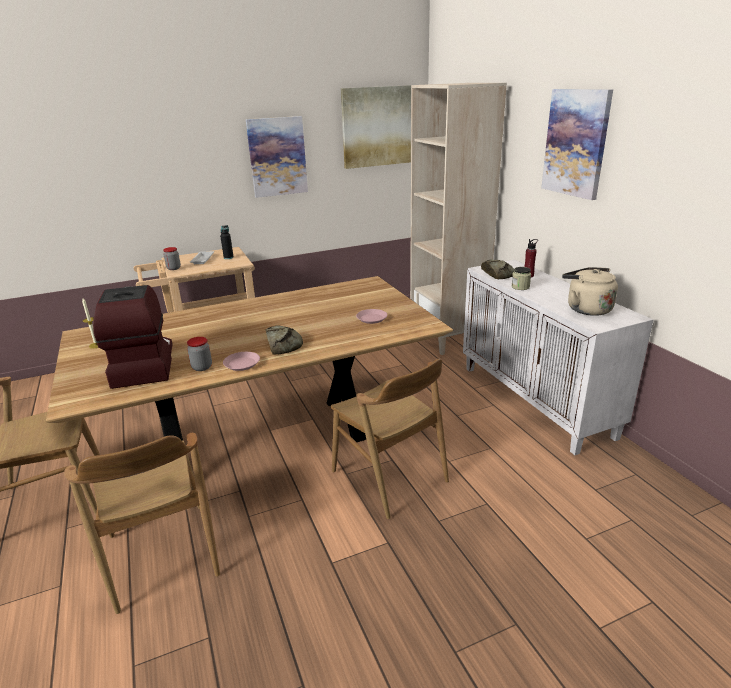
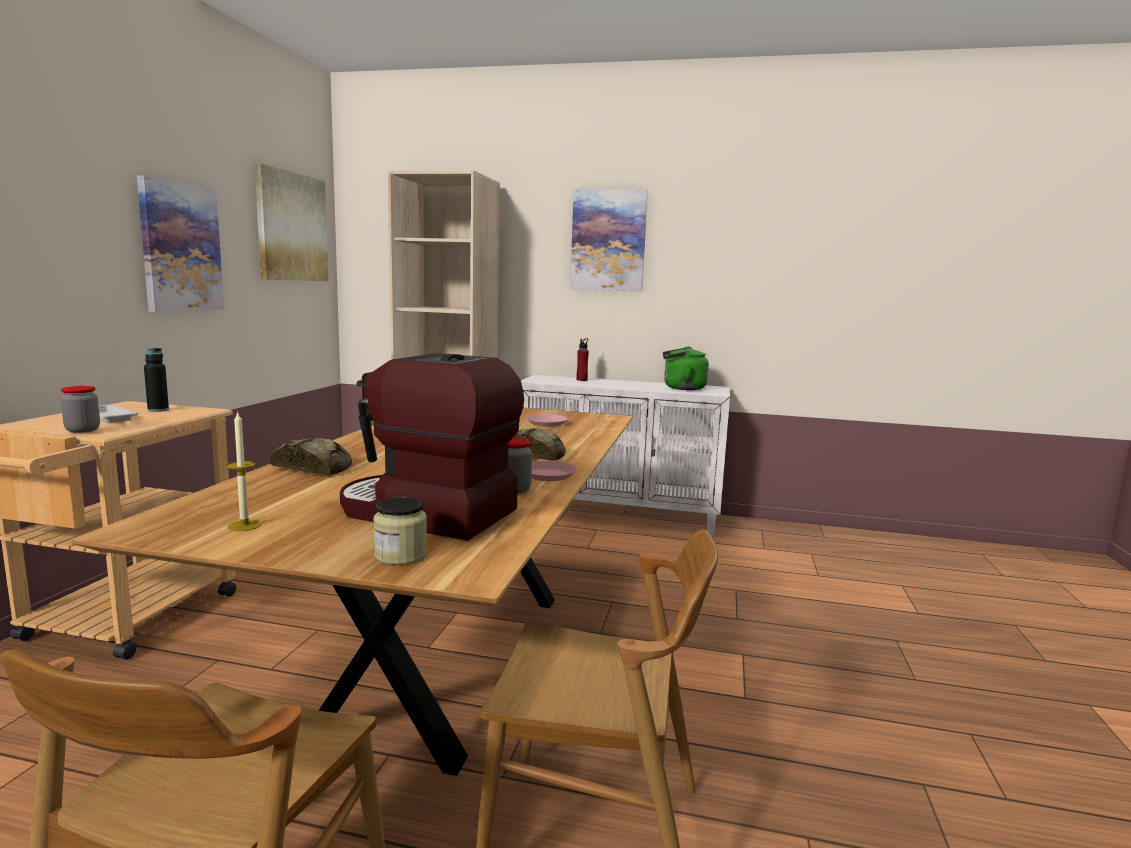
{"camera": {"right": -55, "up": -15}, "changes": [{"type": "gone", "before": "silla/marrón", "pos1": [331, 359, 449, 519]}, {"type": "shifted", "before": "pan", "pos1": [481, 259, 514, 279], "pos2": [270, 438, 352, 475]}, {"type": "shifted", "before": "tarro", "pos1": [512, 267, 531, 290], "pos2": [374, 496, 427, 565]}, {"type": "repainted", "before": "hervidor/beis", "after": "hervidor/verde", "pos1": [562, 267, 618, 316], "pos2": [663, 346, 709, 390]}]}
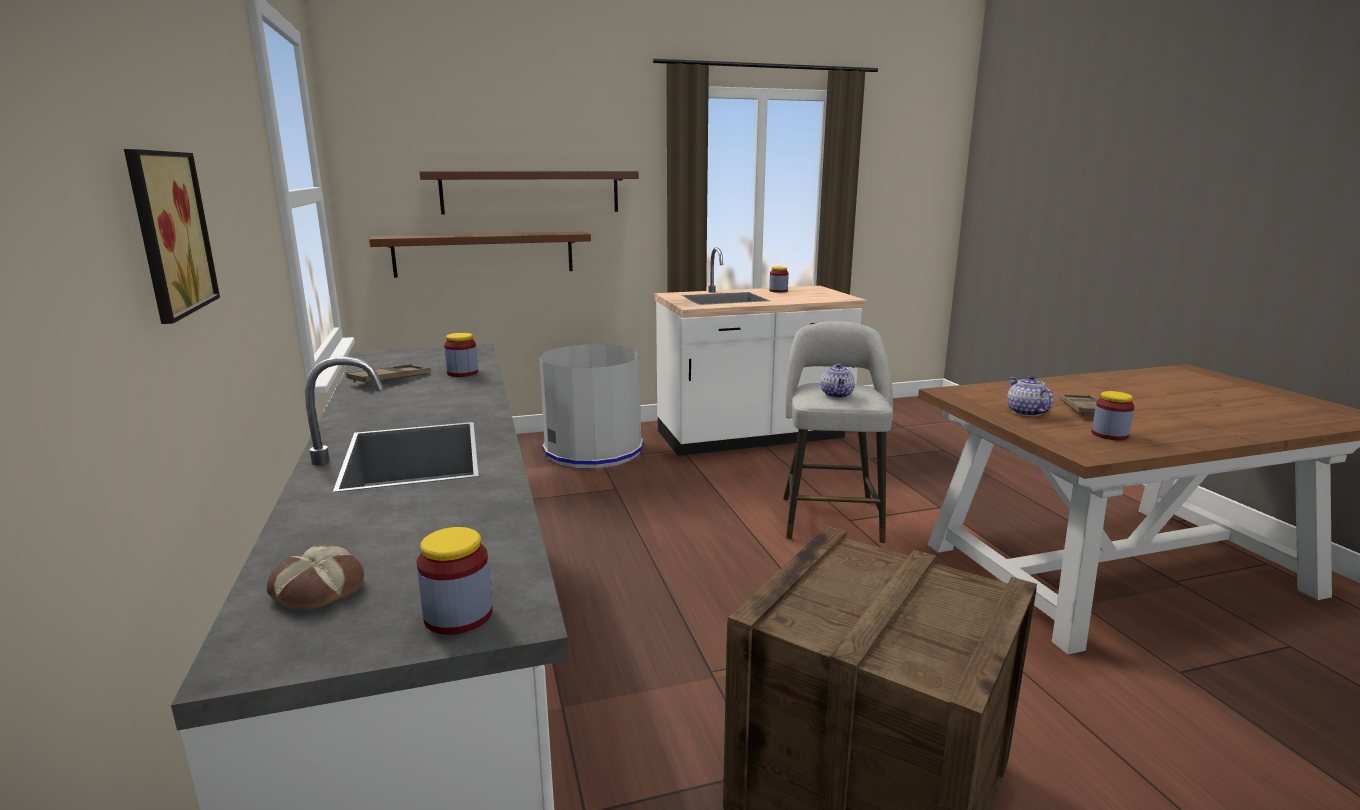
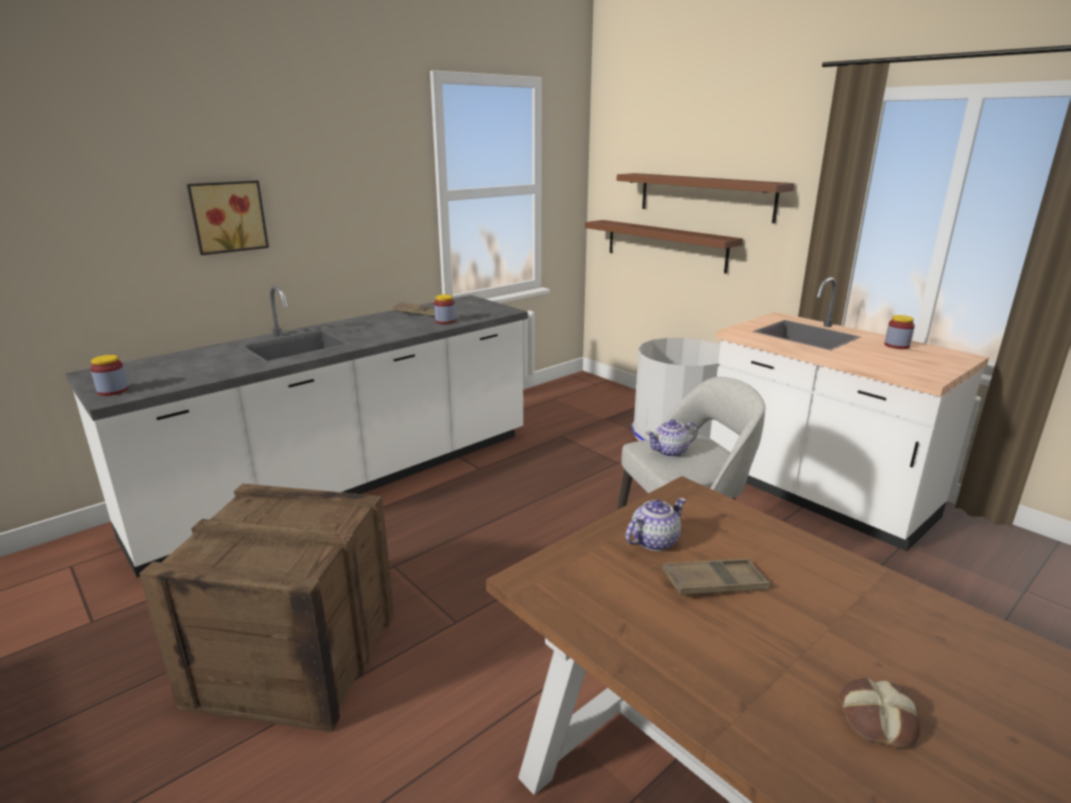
{"camera": {"right": 65, "up": 5}, "changes": [{"type": "shifted", "before": "pan", "pos1": [267, 545, 364, 610], "pos2": [839, 678, 920, 748]}, {"type": "gone", "before": "tarro", "pos1": [1091, 391, 1135, 440]}]}
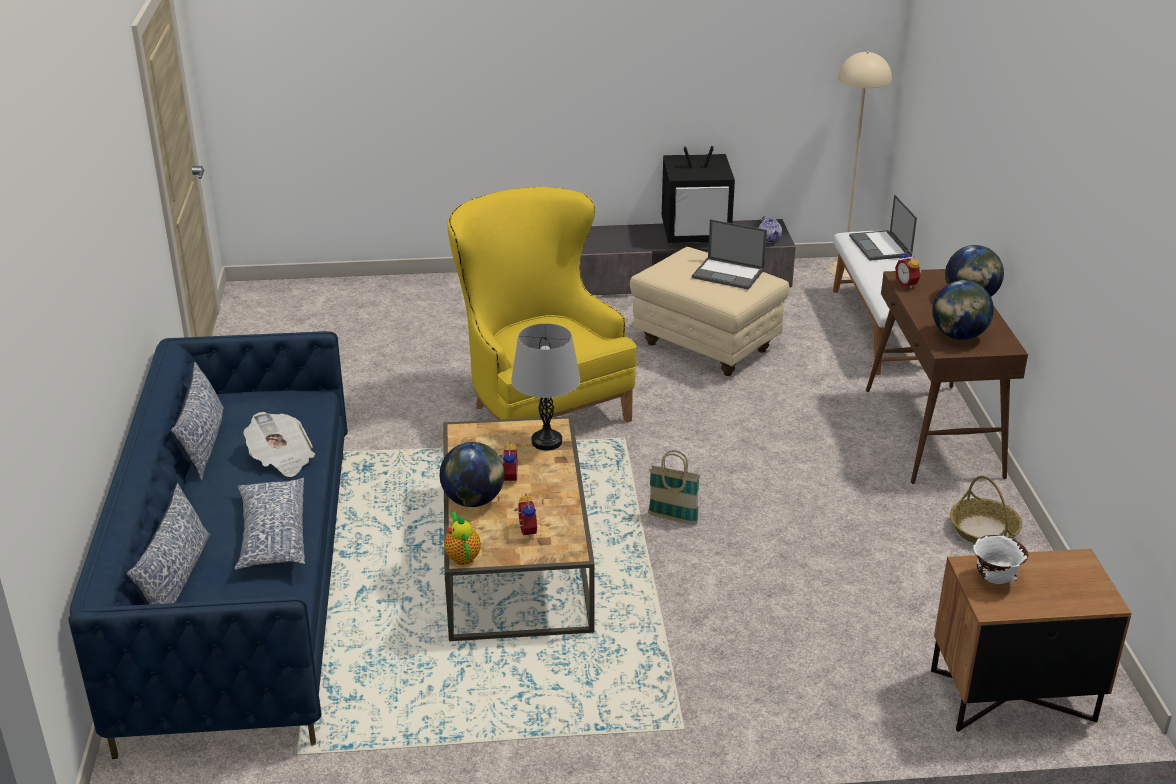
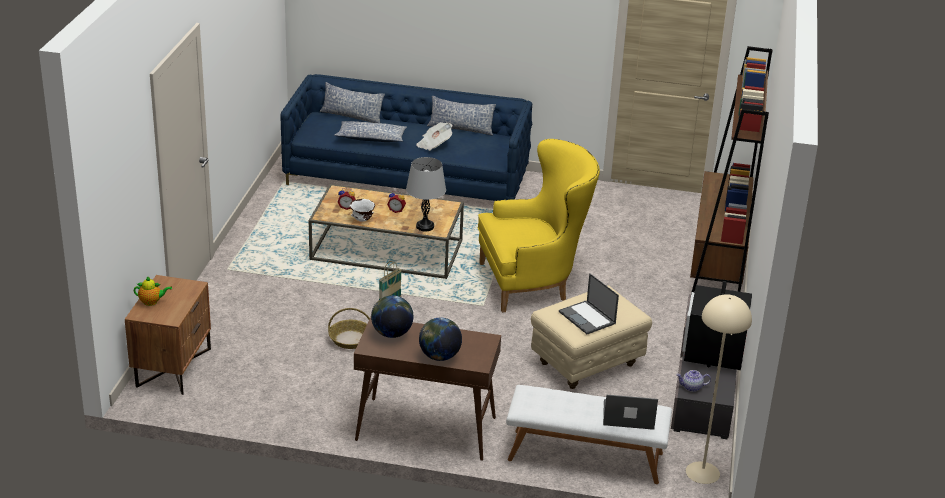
{"camera": {"right": 105, "up": 0}, "changes": [{"type": "gone", "before": "globo terráqueo", "pos1": [440, 442, 505, 507]}, {"type": "shifted", "before": "tetera", "pos1": [444, 512, 481, 565], "pos2": [134, 276, 172, 306]}, {"type": "rotated", "before": "portátil", "pos1": [692, 219, 767, 290], "pos2": [559, 273, 619, 334], "turn": -75}, {"type": "gone", "before": "despertador", "pos1": [895, 250, 921, 289]}, {"type": "shifted", "before": "cesta", "pos1": [950, 475, 1022, 543], "pos2": [328, 308, 370, 349]}, {"type": "shifted", "before": "cuenco/blanco", "pos1": [973, 535, 1028, 584], "pos2": [350, 199, 375, 222]}, {"type": "new", "after": "estantería/marrón", "pos2": [690, 46, 773, 294]}]}
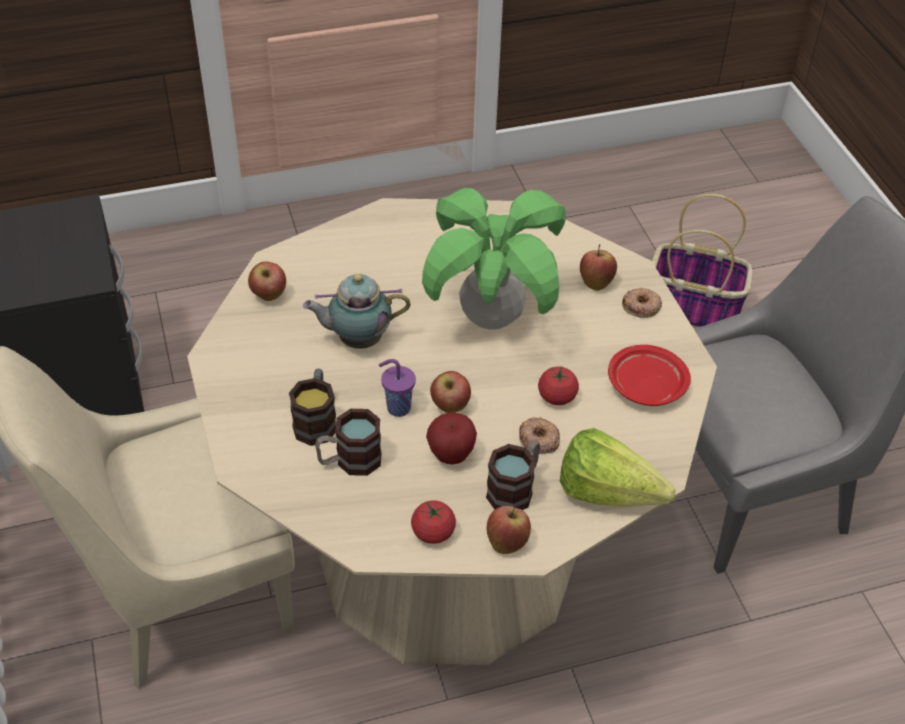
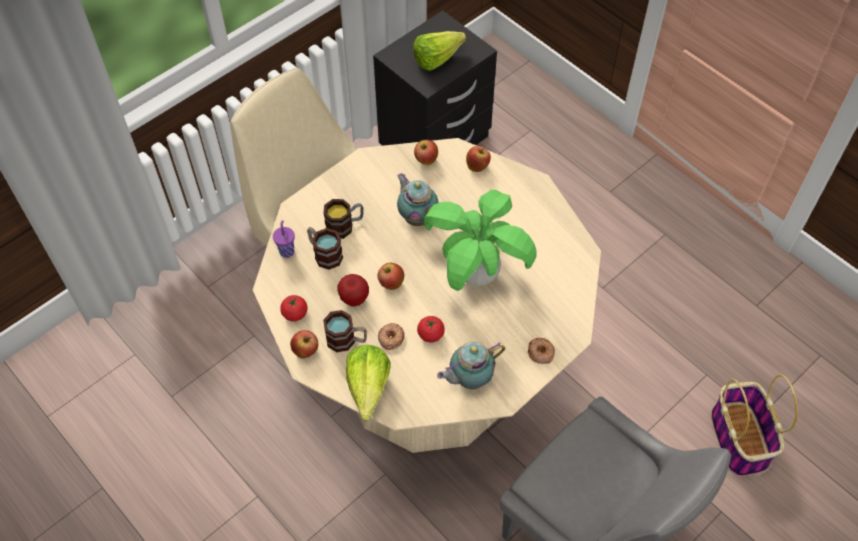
{"camera": {"right": 65, "up": 10}, "changes": [{"type": "shifted", "before": "taza/morado", "pos1": [379, 359, 416, 417], "pos2": [273, 220, 295, 258]}, {"type": "shifted", "before": "manzana", "pos1": [580, 244, 617, 291], "pos2": [466, 146, 491, 172]}, {"type": "swapped", "before": "plato/rojo", "after": "tetera", "pos1": [608, 345, 691, 406], "pos2": [437, 342, 505, 389]}, {"type": "new", "after": "lechuga", "pos2": [413, 31, 466, 71]}]}
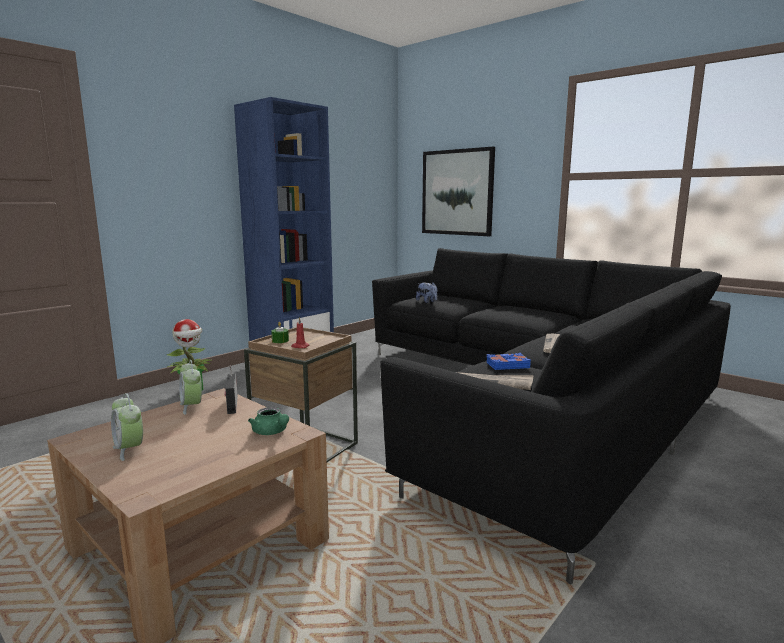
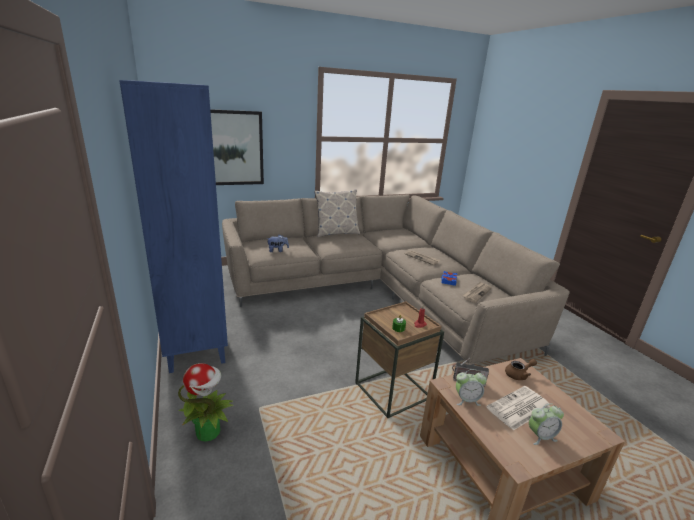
{"camera": {"right": -65, "up": 10}, "changes": [{"type": "repainted", "before": "tetera/verde", "after": "tetera/marrón", "pos1": [248, 407, 289, 435], "pos2": [505, 359, 537, 380]}, {"type": "repainted", "before": "sofá/negro", "after": "sofá/beis", "pos1": [372, 248, 731, 584], "pos2": [222, 195, 570, 366]}, {"type": "new", "after": "cojín", "pos2": [314, 189, 360, 237]}, {"type": "new", "after": "periódico", "pos2": [486, 386, 550, 431]}]}
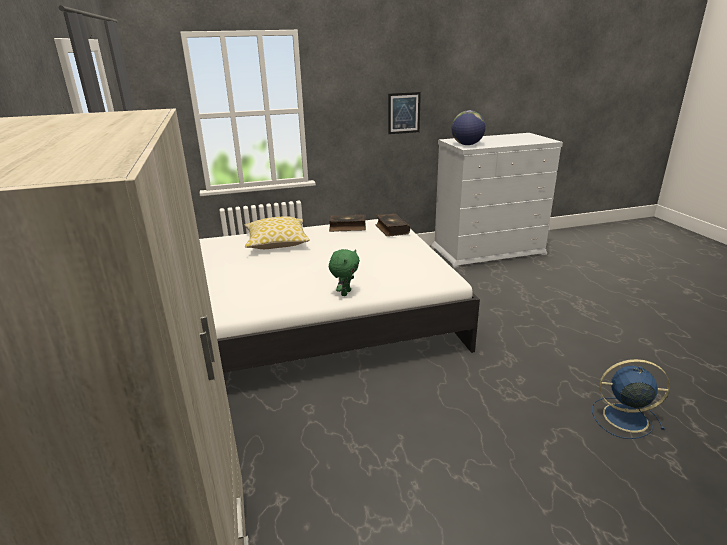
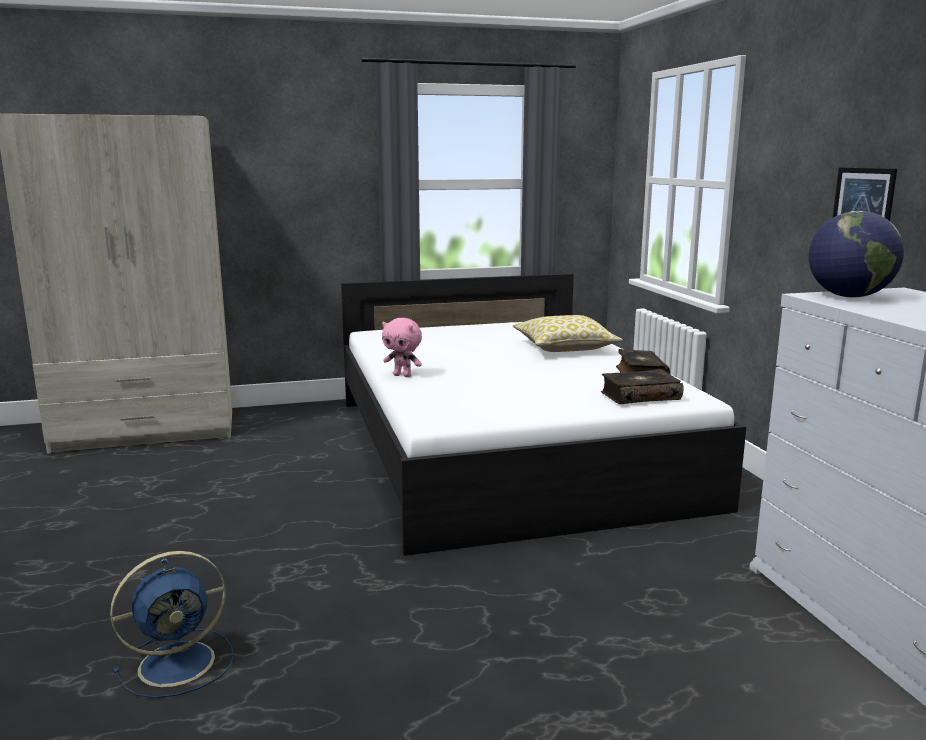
{"camera": {"right": 90, "up": -10}, "changes": [{"type": "repainted", "before": "peluche/verde", "after": "peluche/rosa", "pos1": [329, 249, 360, 296], "pos2": [382, 318, 422, 377]}, {"type": "rotated", "before": "ventilador/azul", "pos1": [592, 359, 670, 439], "pos2": [110, 551, 234, 698], "turn": 45}]}
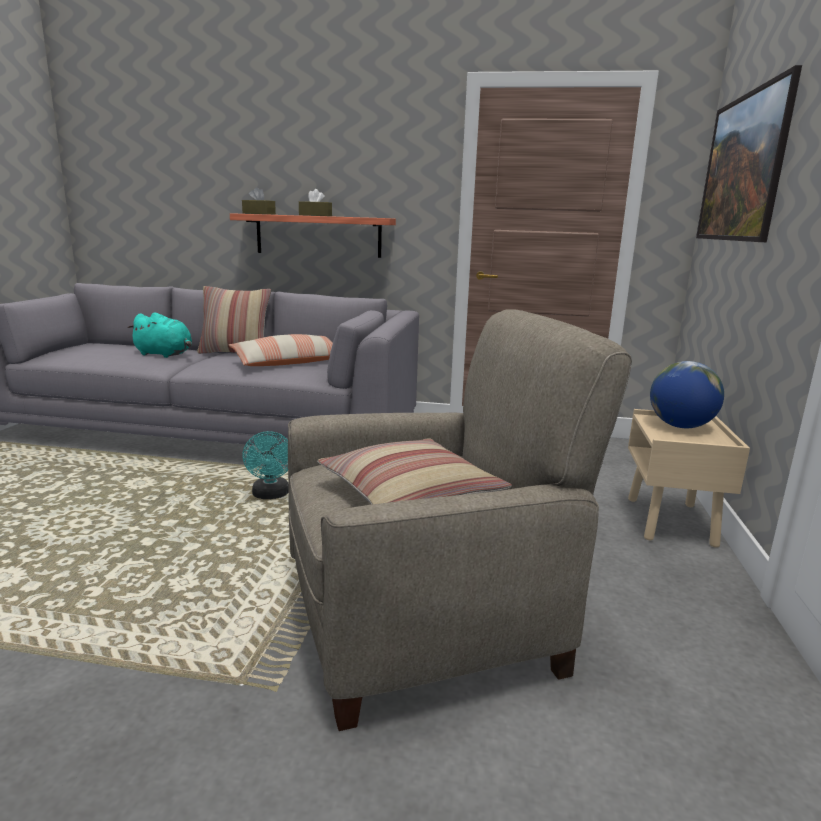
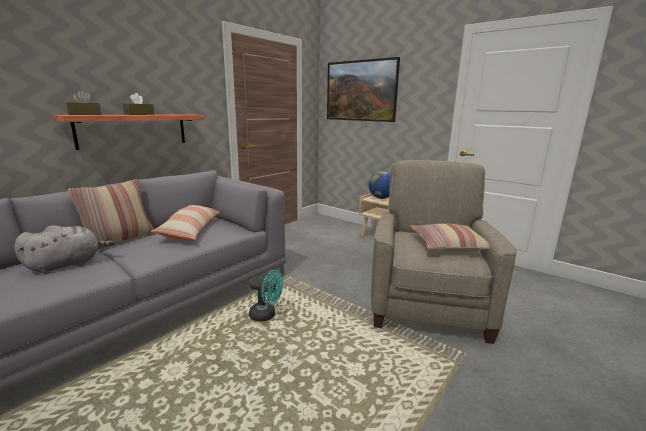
{"camera": {"right": -60, "up": 0}, "changes": [{"type": "repainted", "before": "peluche/turquesa", "after": "peluche/gris", "pos1": [128, 312, 192, 358], "pos2": [14, 225, 114, 274]}]}
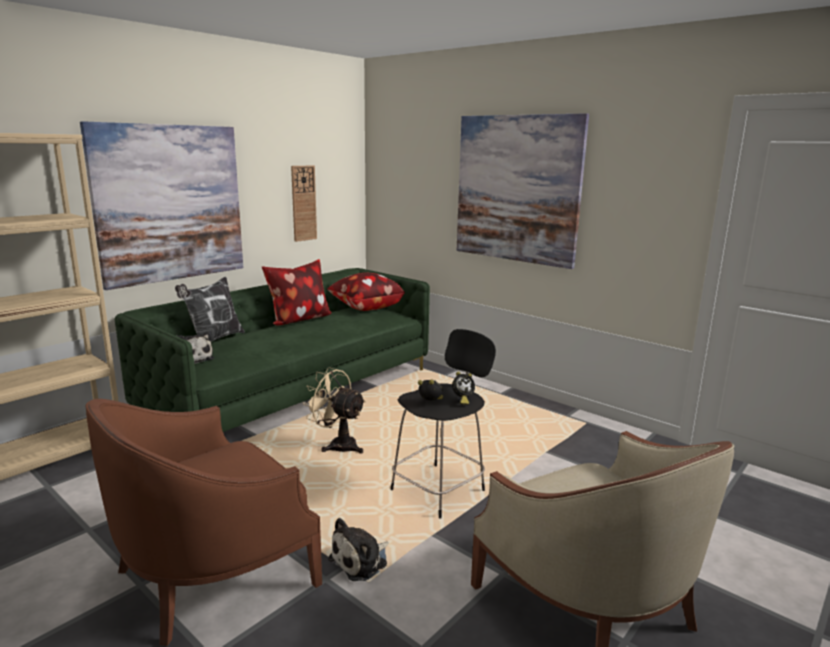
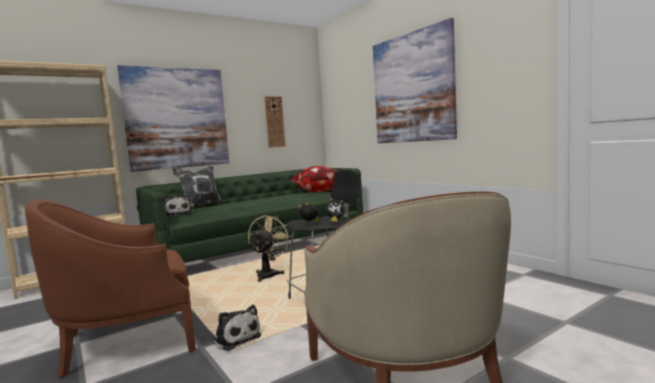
{"camera": {"right": 15, "up": -10}, "changes": [{"type": "gone", "before": "cojín", "pos1": [262, 259, 332, 326]}, {"type": "rotated", "before": "ventilador/beis", "pos1": [303, 367, 366, 453], "pos2": [248, 215, 292, 282], "turn": 60}, {"type": "rotated", "before": "peluche", "pos1": [328, 518, 389, 581], "pos2": [212, 305, 261, 351], "turn": -105}]}
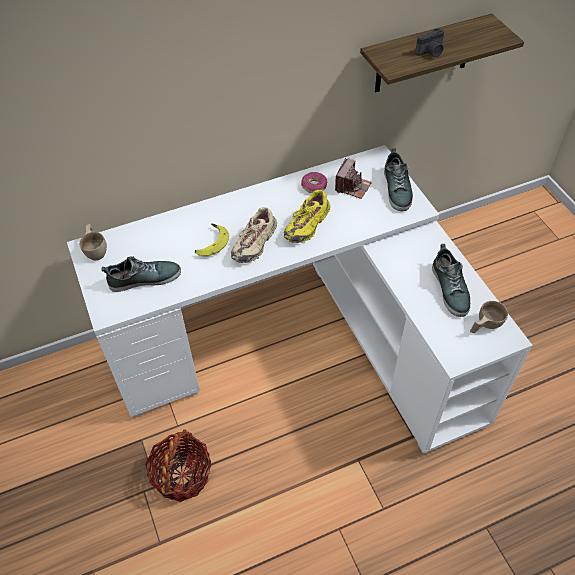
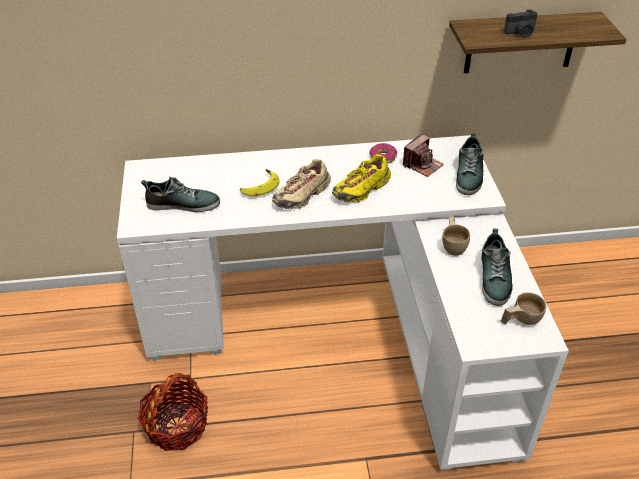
{"camera": {"right": 15, "up": -10}, "changes": [{"type": "shifted", "before": "taza/beis", "pos1": [79, 224, 107, 260], "pos2": [442, 216, 470, 256]}]}
